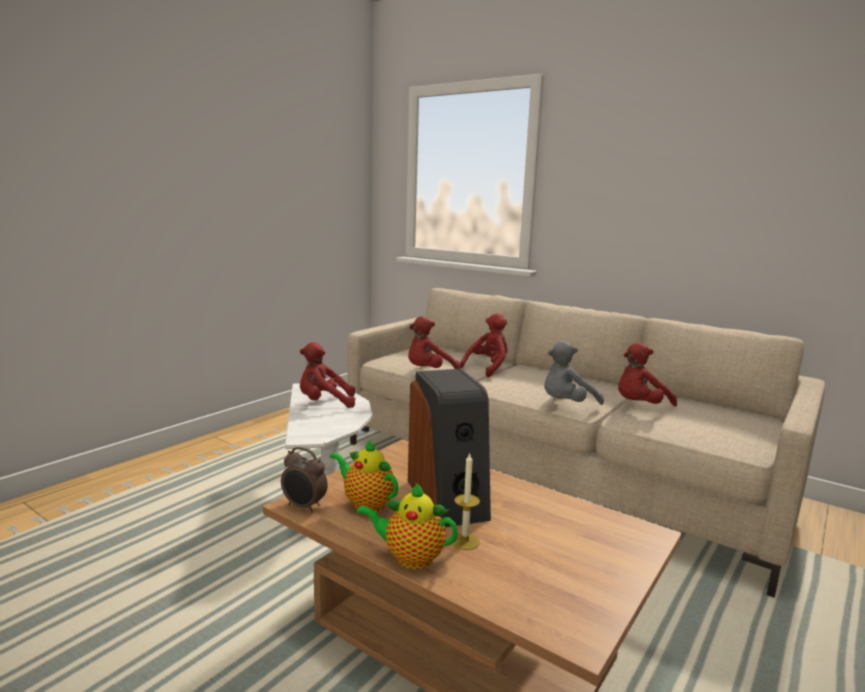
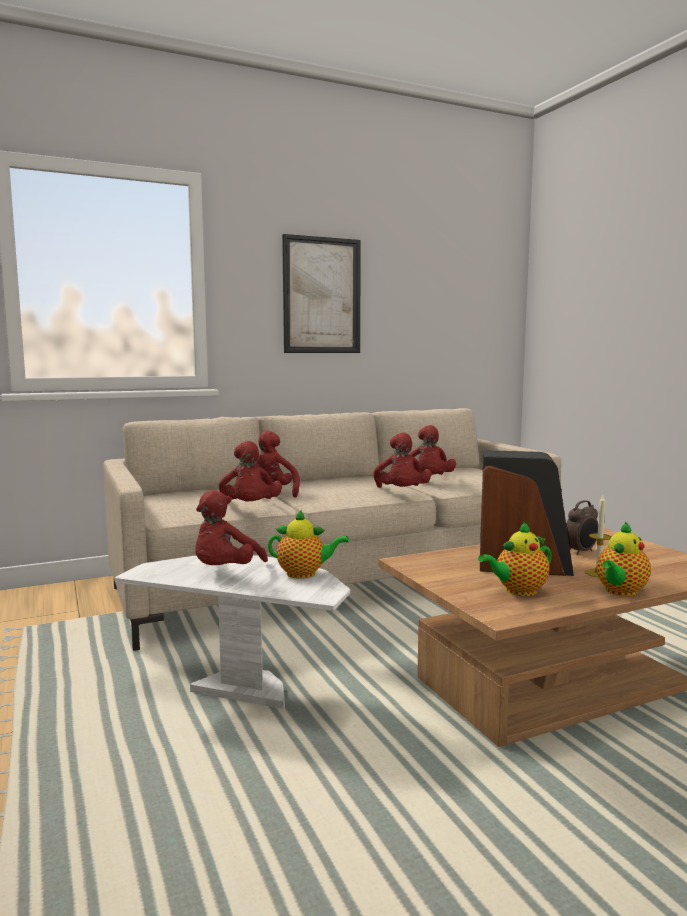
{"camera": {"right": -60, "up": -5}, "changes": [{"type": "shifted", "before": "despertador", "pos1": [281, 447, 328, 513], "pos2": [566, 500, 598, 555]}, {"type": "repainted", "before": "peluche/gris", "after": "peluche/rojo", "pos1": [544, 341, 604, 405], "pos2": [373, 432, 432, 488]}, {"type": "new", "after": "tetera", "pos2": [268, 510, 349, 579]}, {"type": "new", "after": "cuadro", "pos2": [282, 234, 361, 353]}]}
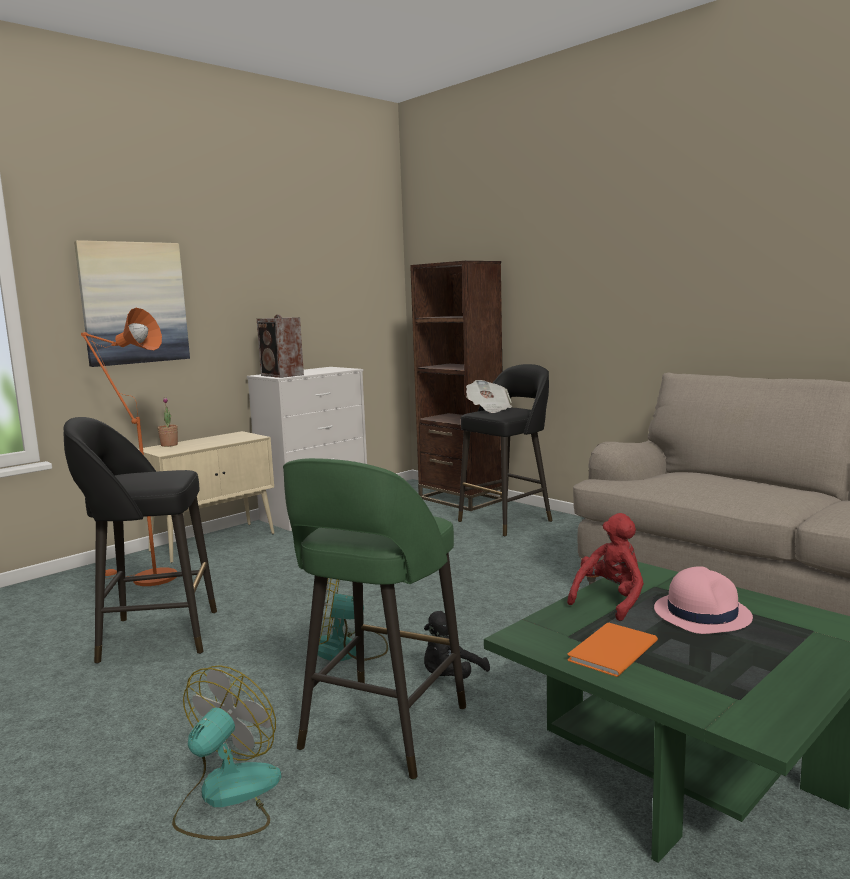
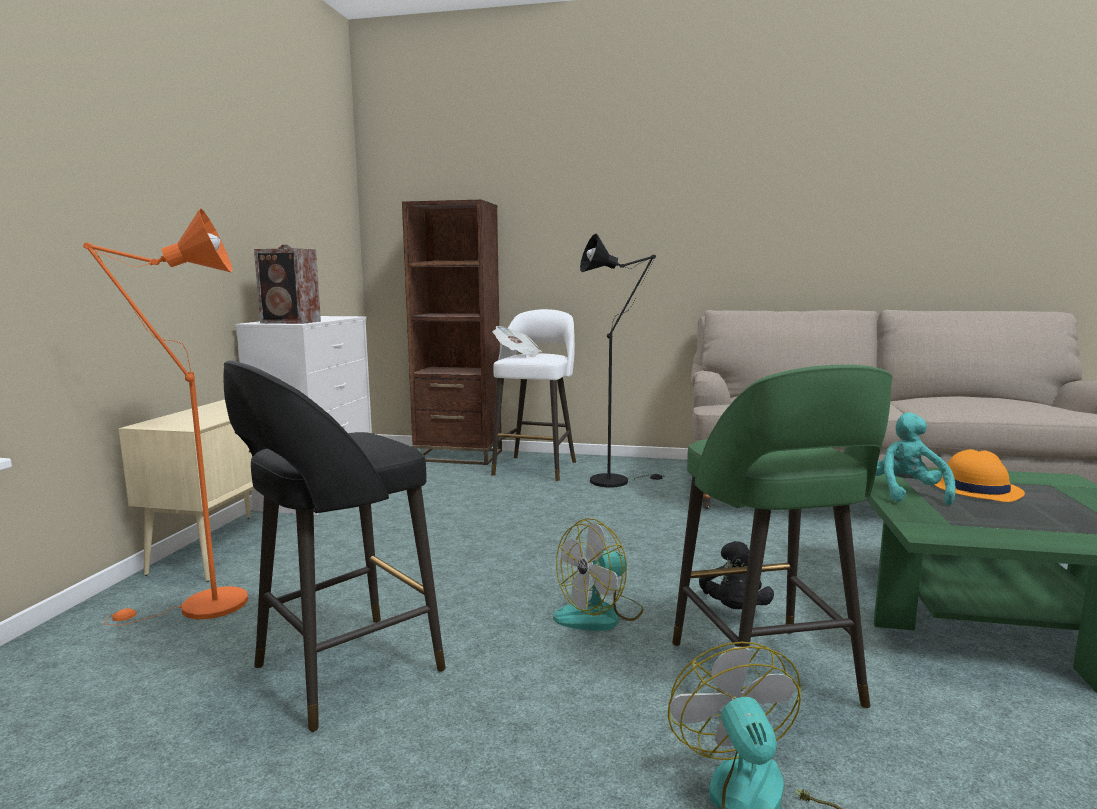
{"camera": {"right": -35, "up": 0}, "changes": [{"type": "gone", "before": "cuadro", "pos1": [74, 240, 190, 367]}, {"type": "gone", "before": "planta en maceta", "pos1": [157, 397, 178, 447]}, {"type": "repainted", "before": "taburete/negro", "after": "taburete/blanco", "pos1": [458, 364, 553, 536], "pos2": [491, 309, 576, 481]}, {"type": "repainted", "before": "peluche/rojo", "after": "peluche/turquesa", "pos1": [567, 513, 644, 621], "pos2": [875, 412, 955, 506]}, {"type": "gone", "before": "libro/naranja", "pos1": [567, 623, 658, 677]}, {"type": "repainted", "before": "sombrero/rosa", "after": "sombrero/naranja", "pos1": [654, 566, 753, 634], "pos2": [934, 449, 1025, 502]}, {"type": "new", "after": "lámpara de pie/negro", "pos2": [580, 233, 663, 487]}]}
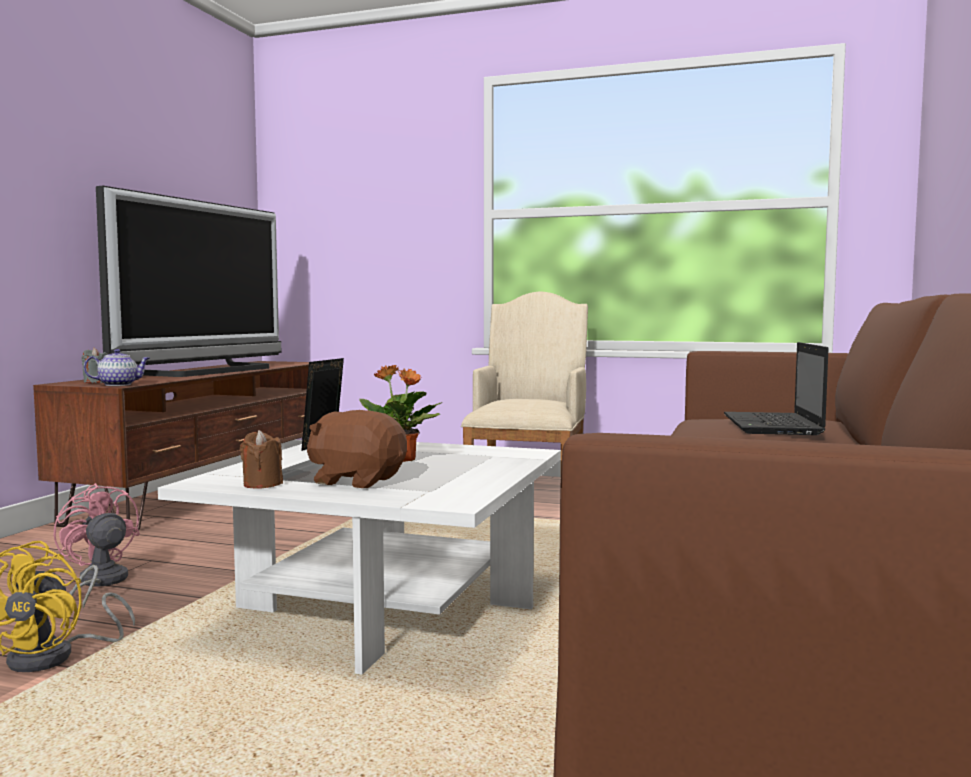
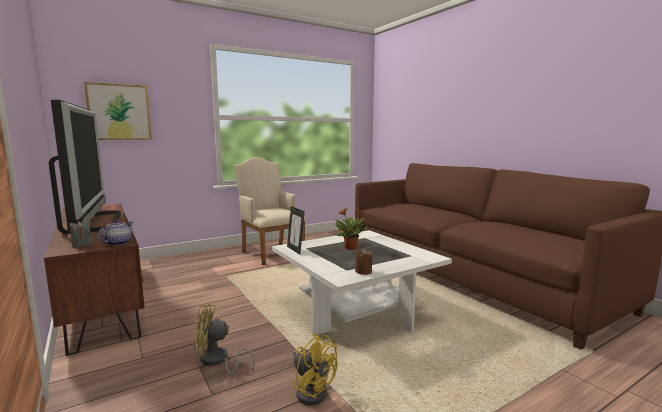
{"camera": {"right": -50, "up": 5}, "changes": [{"type": "repainted", "before": "ventilador/rosa", "after": "ventilador/amarillo", "pos1": [54, 483, 140, 609], "pos2": [194, 304, 255, 374]}, {"type": "gone", "before": "peluche/marrón", "pos1": [307, 410, 407, 488]}, {"type": "gone", "before": "portátil", "pos1": [724, 342, 829, 435]}, {"type": "new", "after": "cuadro", "pos2": [84, 82, 152, 140]}]}
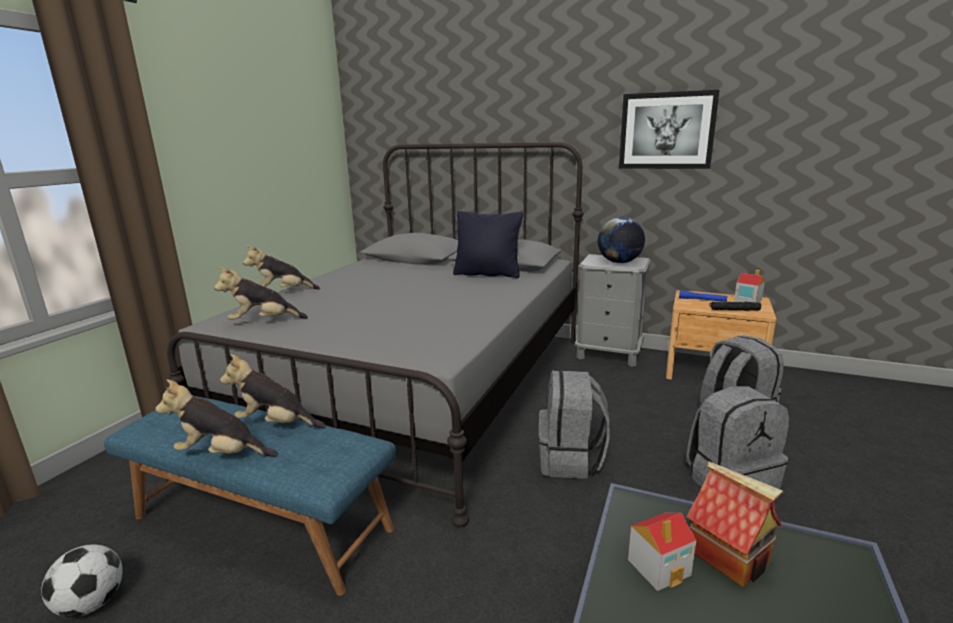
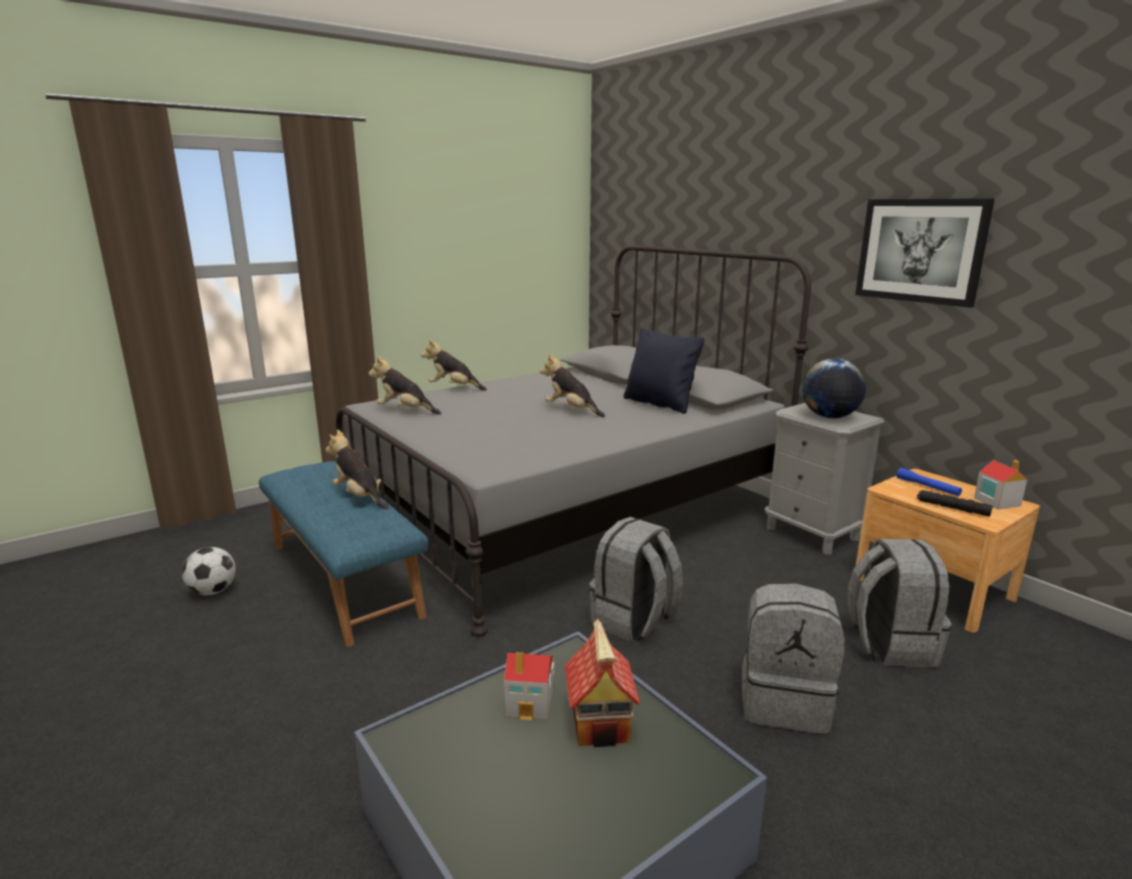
{"camera": {"right": 30, "up": 0}, "changes": [{"type": "shifted", "before": "peluche", "pos1": [155, 379, 278, 457], "pos2": [540, 354, 605, 417]}]}
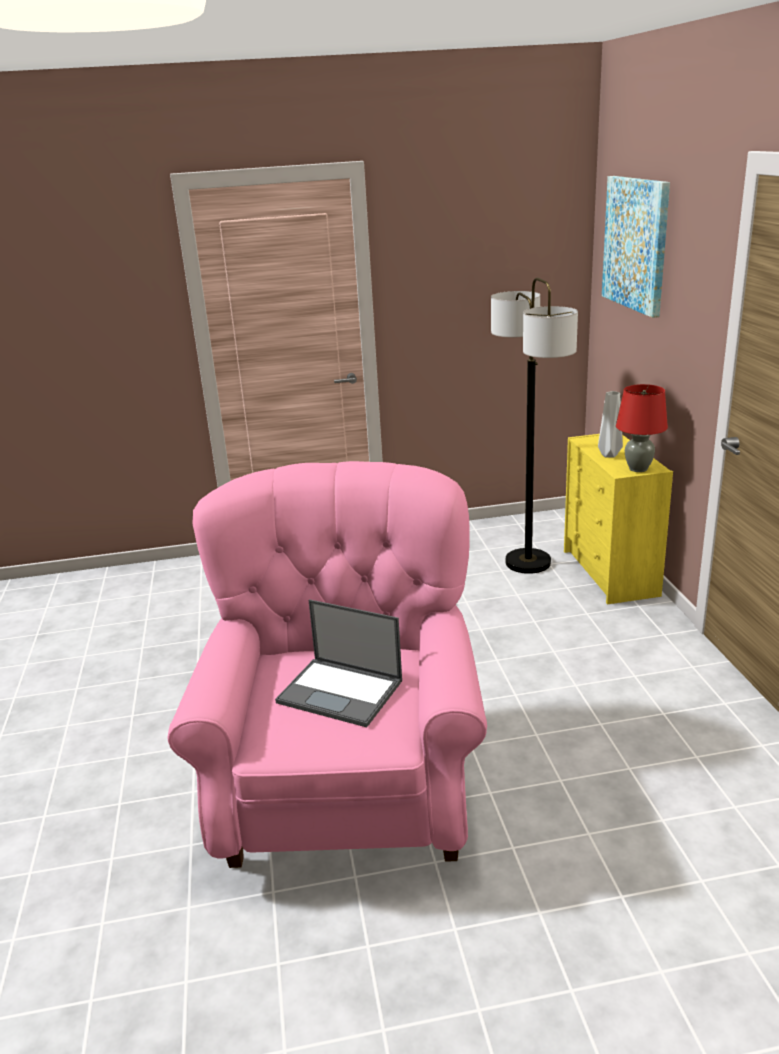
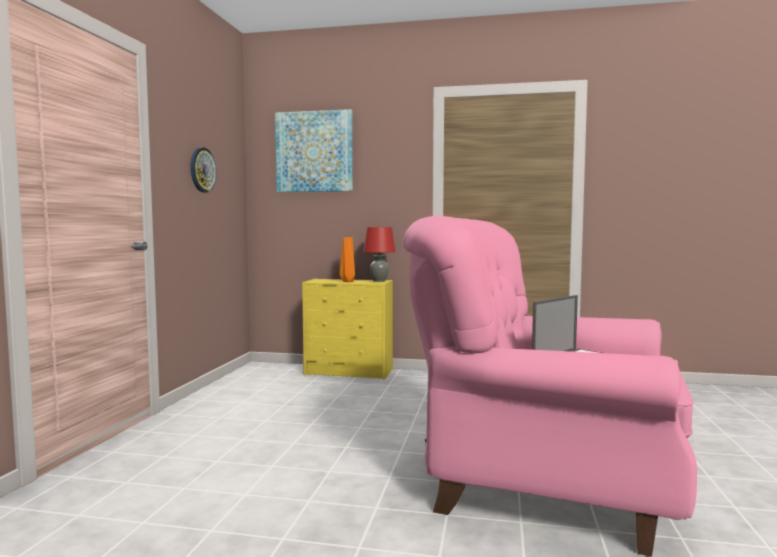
{"camera": {"right": -70, "up": -20}, "changes": [{"type": "gone", "before": "lámpara de pie", "pos1": [491, 278, 578, 574]}, {"type": "repainted", "before": "florero/gris", "after": "florero/naranja", "pos1": [598, 391, 623, 458], "pos2": [339, 237, 355, 282]}, {"type": "new", "after": "reloj de pared", "pos2": [190, 147, 217, 193]}]}
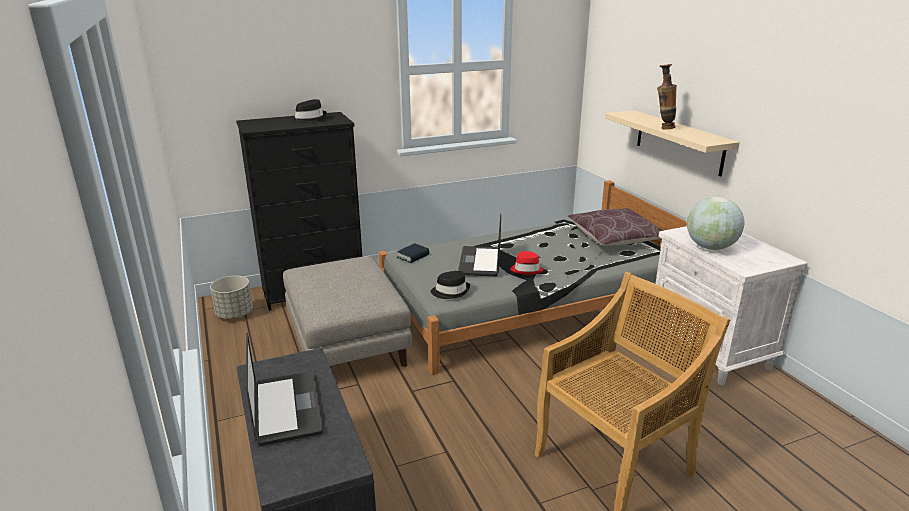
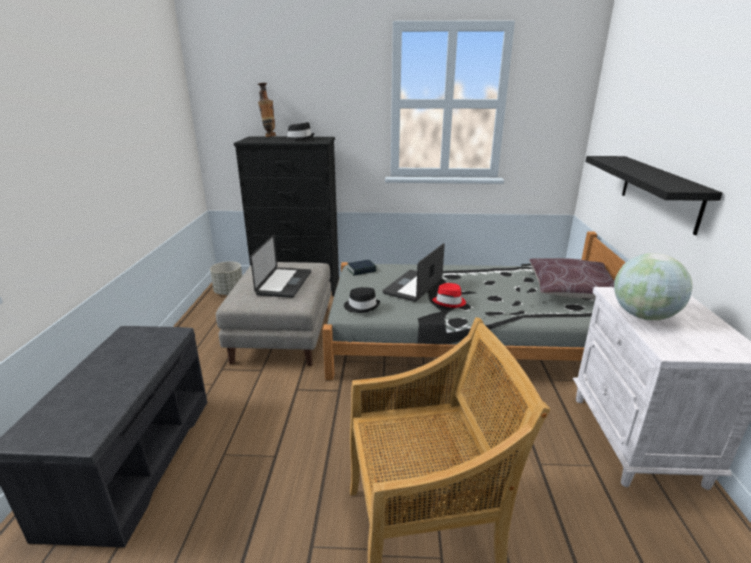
{"camera": {"right": 25, "up": 0}, "changes": [{"type": "shifted", "before": "portátil", "pos1": [246, 333, 323, 446], "pos2": [250, 234, 311, 298]}, {"type": "repainted", "before": "estante/beis", "after": "estante/negro", "pos1": [605, 110, 740, 177], "pos2": [585, 156, 723, 235]}, {"type": "shifted", "before": "florero", "pos1": [657, 64, 677, 130], "pos2": [258, 83, 276, 137]}]}
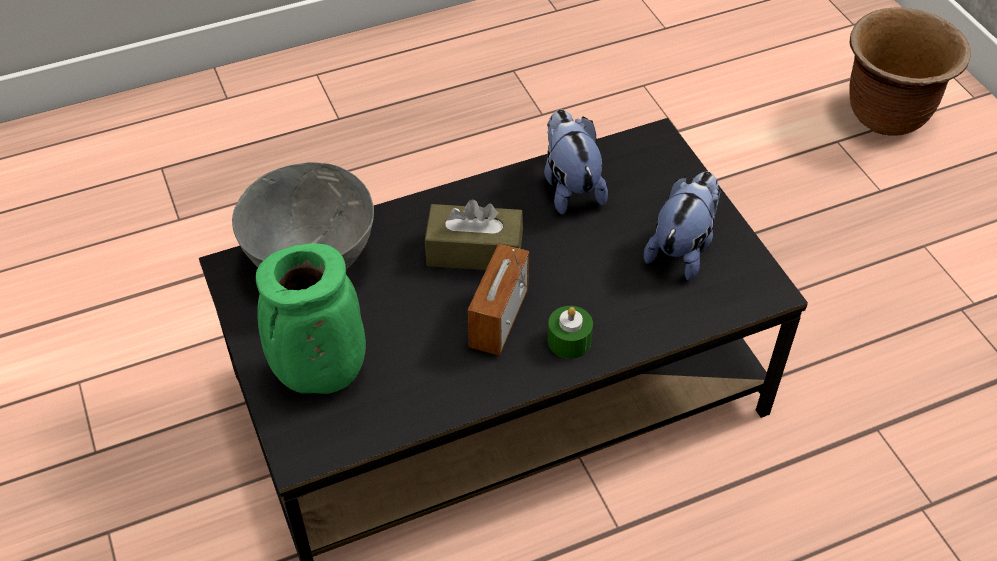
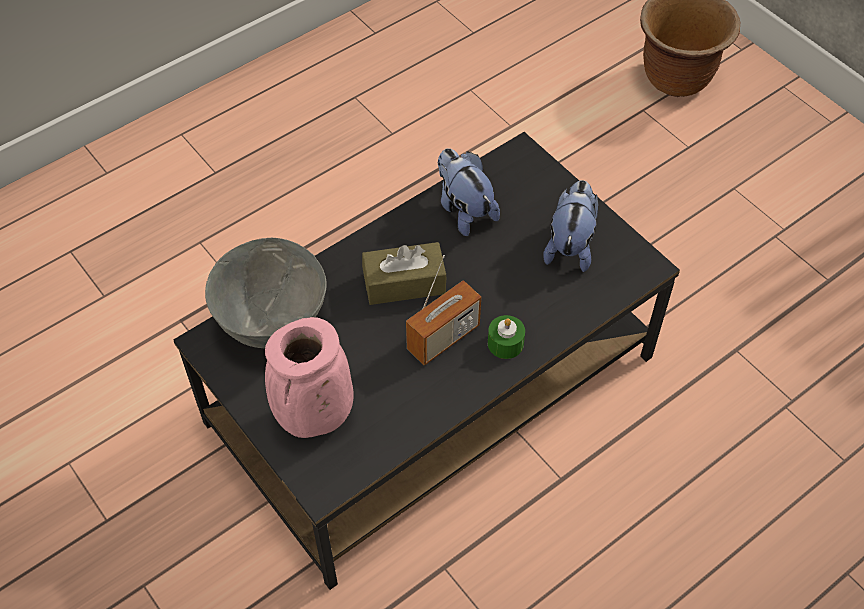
{"camera": {"right": -15, "up": 5}, "changes": [{"type": "repainted", "before": "florero/verde", "after": "florero/rosa", "pos1": [256, 243, 366, 394], "pos2": [265, 317, 354, 438]}, {"type": "rotated", "before": "radio", "pos1": [468, 243, 529, 356], "pos2": [406, 255, 481, 366], "turn": -135}]}
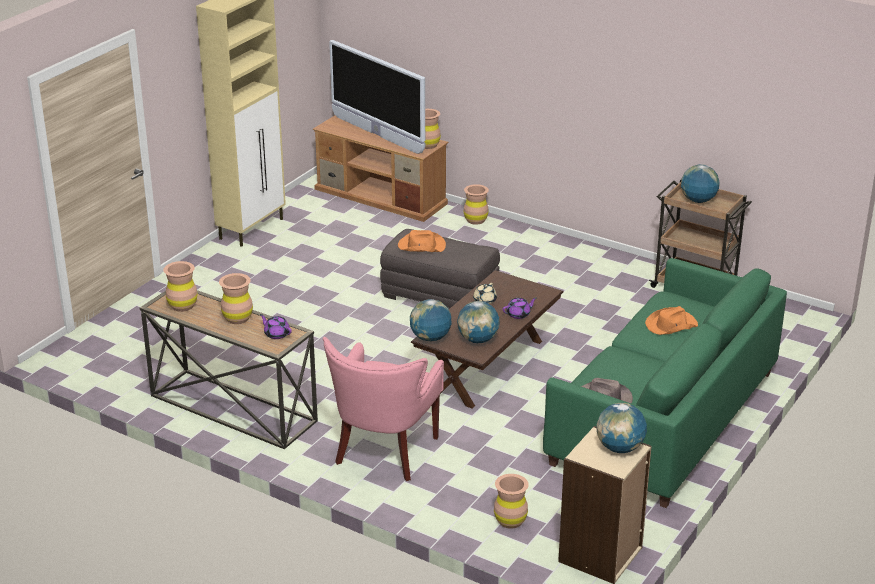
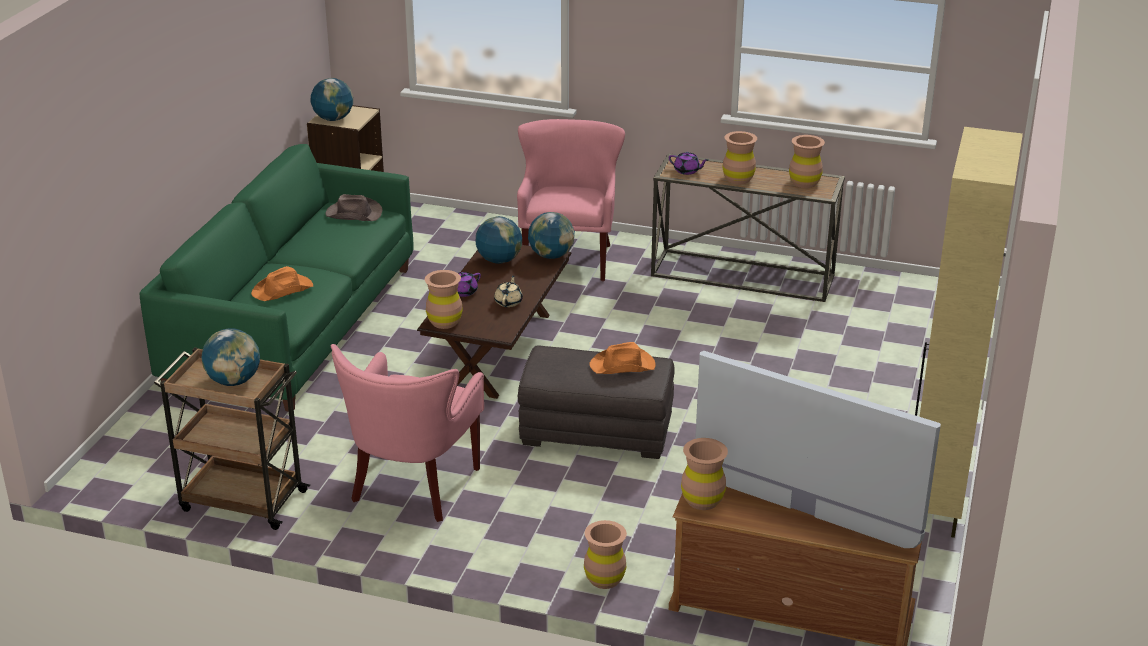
{"camera": {"right": 165, "up": 0}, "changes": [{"type": "shifted", "before": "florero/marrón", "pos1": [494, 474, 529, 529], "pos2": [425, 270, 463, 329]}, {"type": "new", "after": "sillón/rosa", "pos2": [331, 344, 484, 522]}]}
